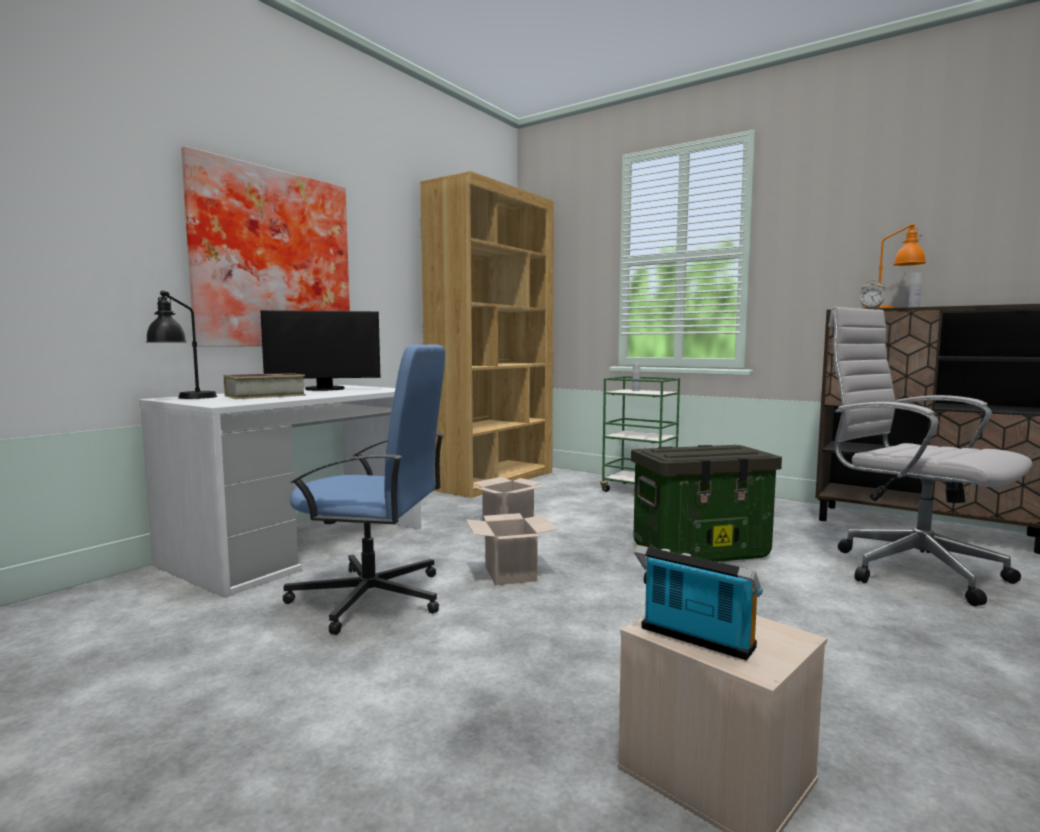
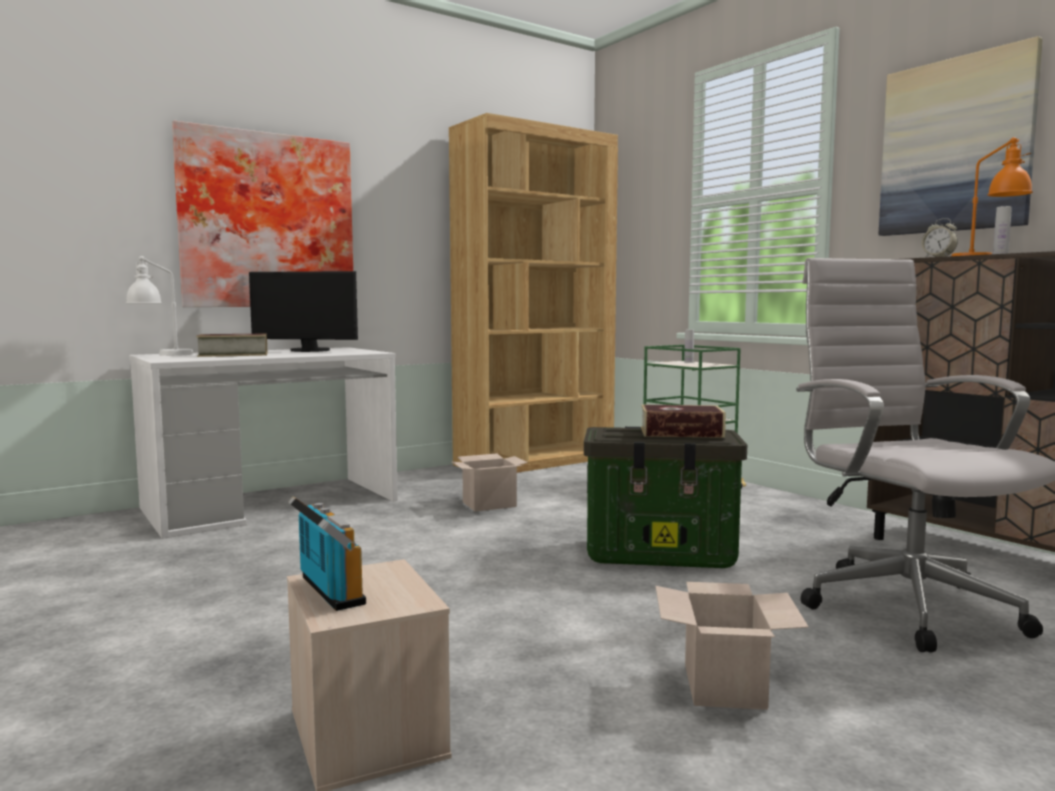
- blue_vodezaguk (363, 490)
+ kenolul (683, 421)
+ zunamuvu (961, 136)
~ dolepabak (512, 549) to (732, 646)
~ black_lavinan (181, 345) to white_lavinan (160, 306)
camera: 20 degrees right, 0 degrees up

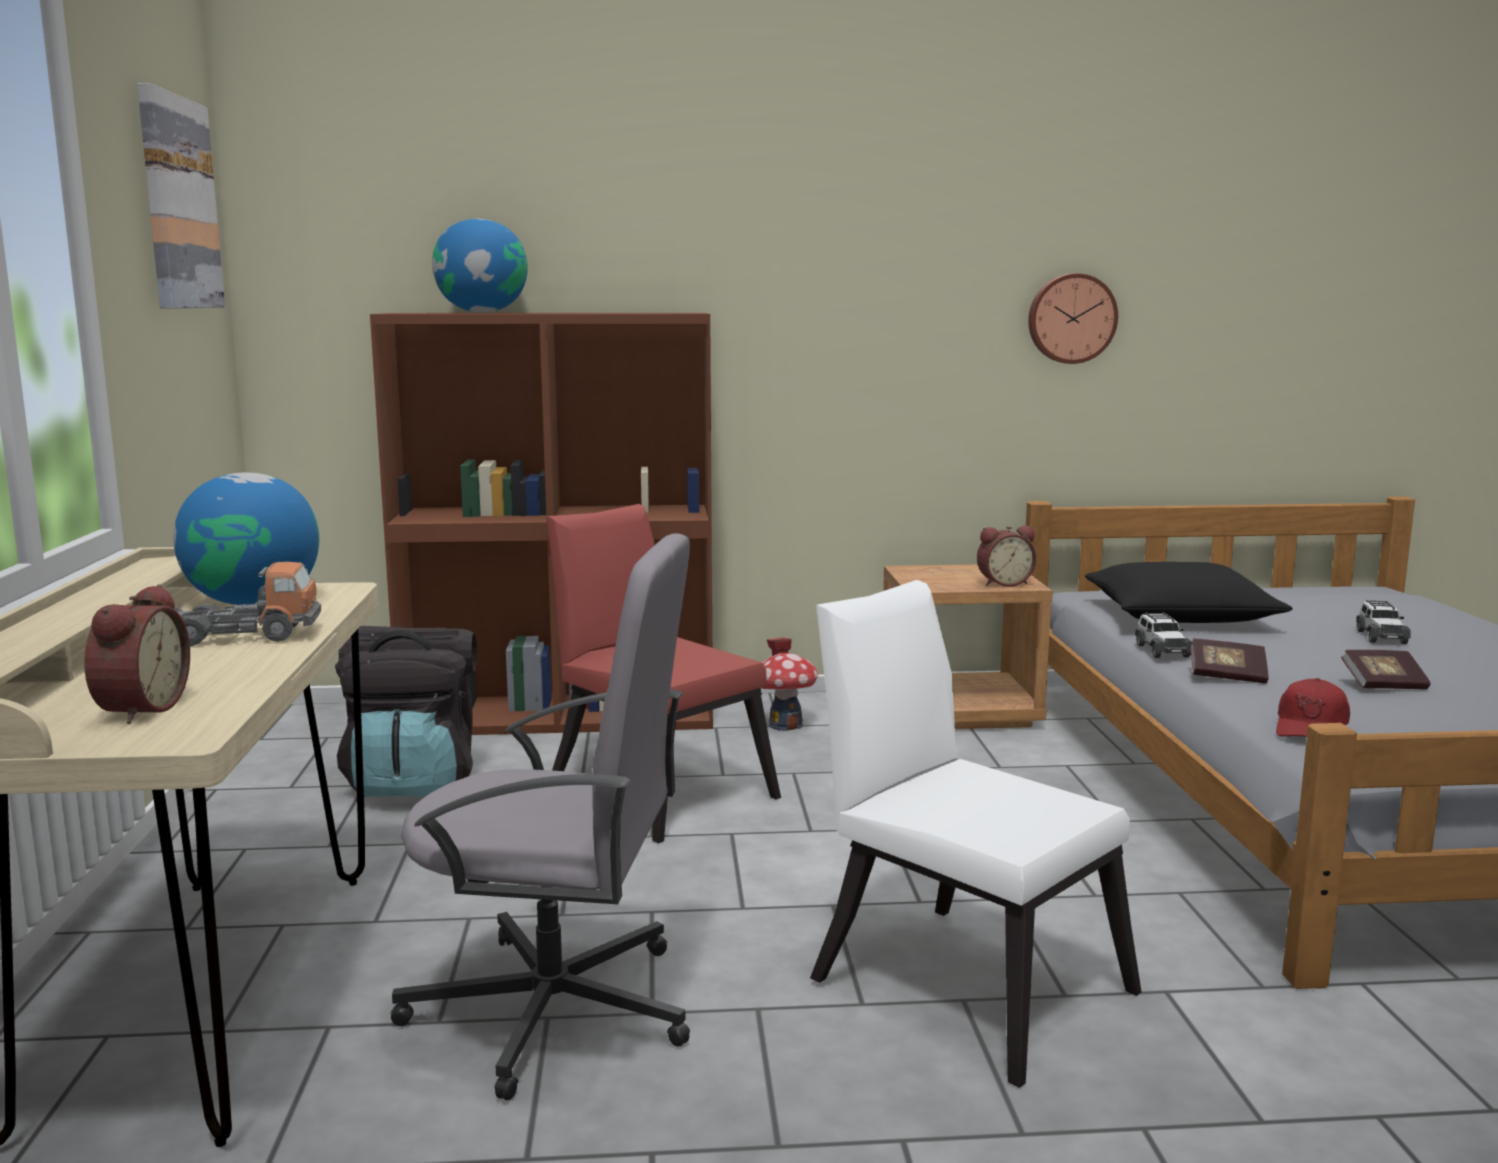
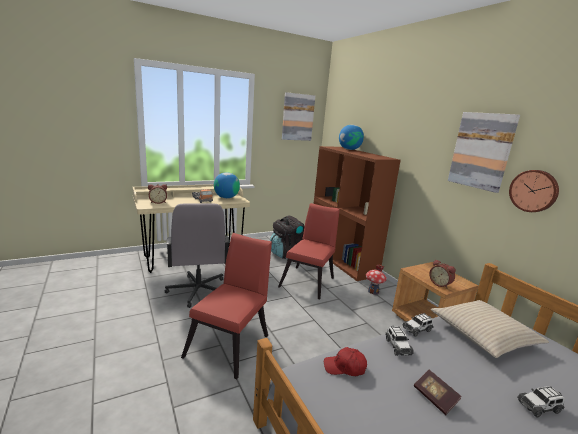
+ zunamuvu (484, 152)
~ kenolul (1229, 661) to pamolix (399, 341)
~ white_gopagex (975, 834) to red_gopagex (226, 306)
~ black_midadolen (1188, 592) to beige_midadolen (490, 329)
camera: 65 degrees right, 5 degrees up

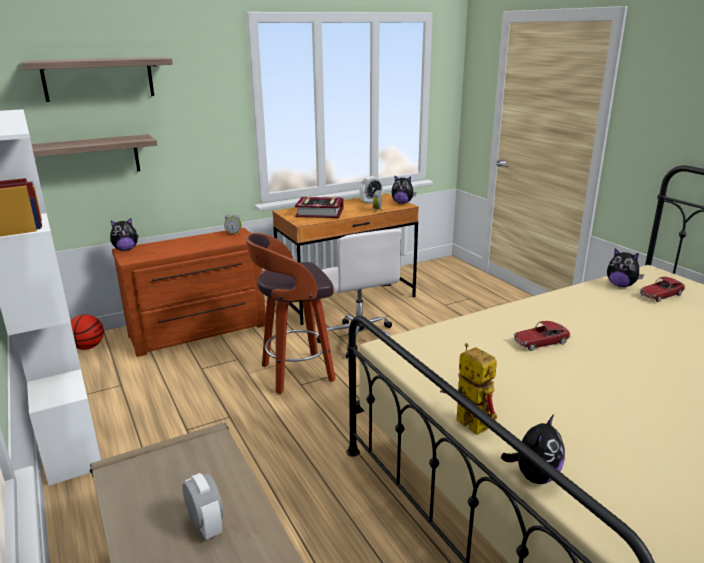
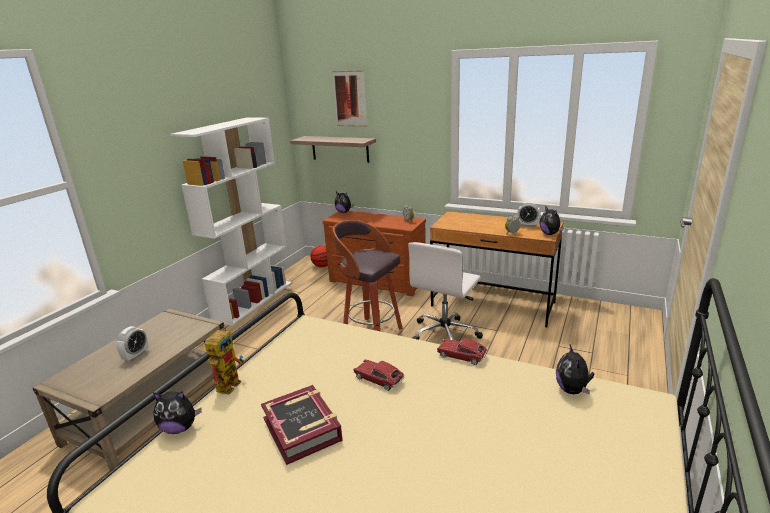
~ kenolul (319, 207) to (302, 425)
~ pamolix (662, 289) to (462, 351)
~ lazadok (97, 79) to zunamuvu (349, 98)
camera: 55 degrees right, 0 degrees up

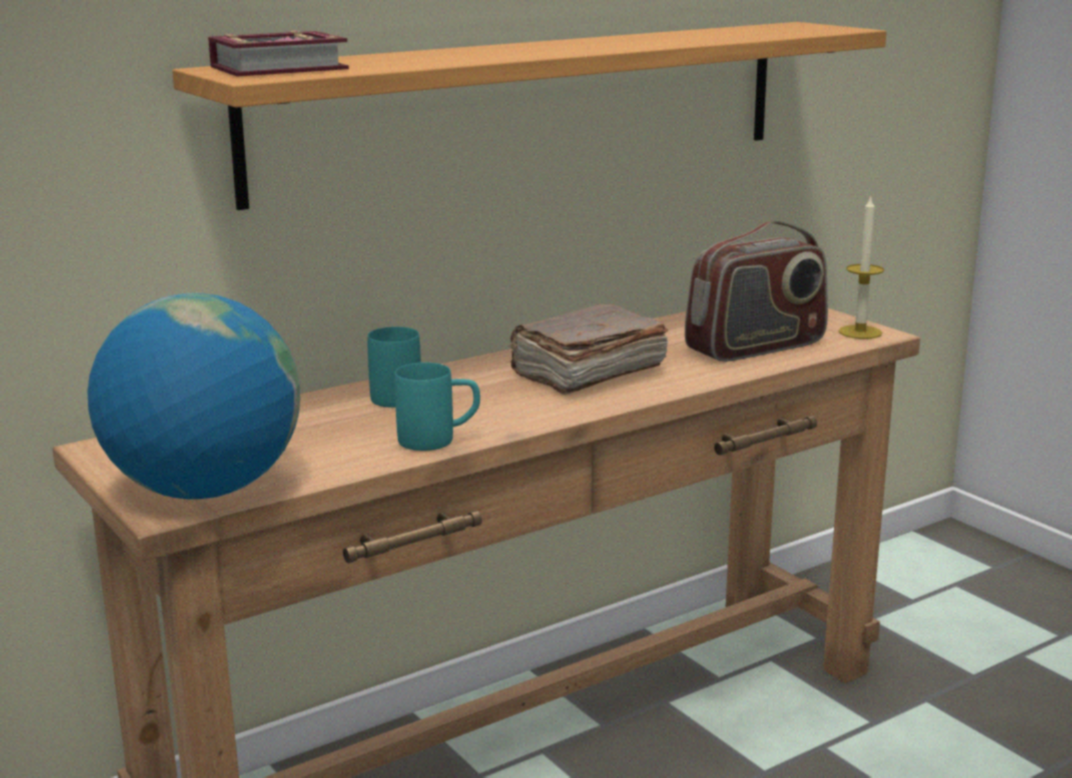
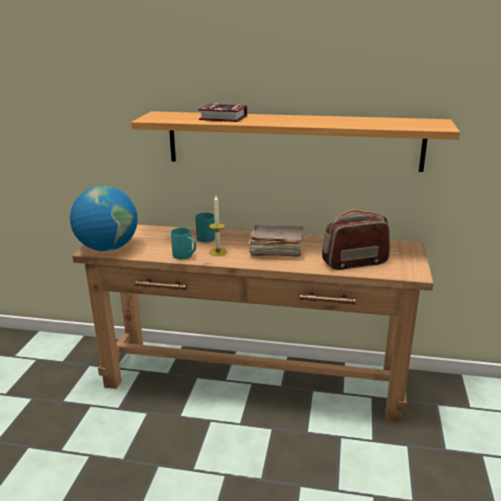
~ kenolul (278, 53) to (222, 112)
~ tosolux (861, 267) to (218, 226)
~ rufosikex (756, 291) = (356, 239) 150 degrees clockwise
camera: 45 degrees right, 5 degrees up

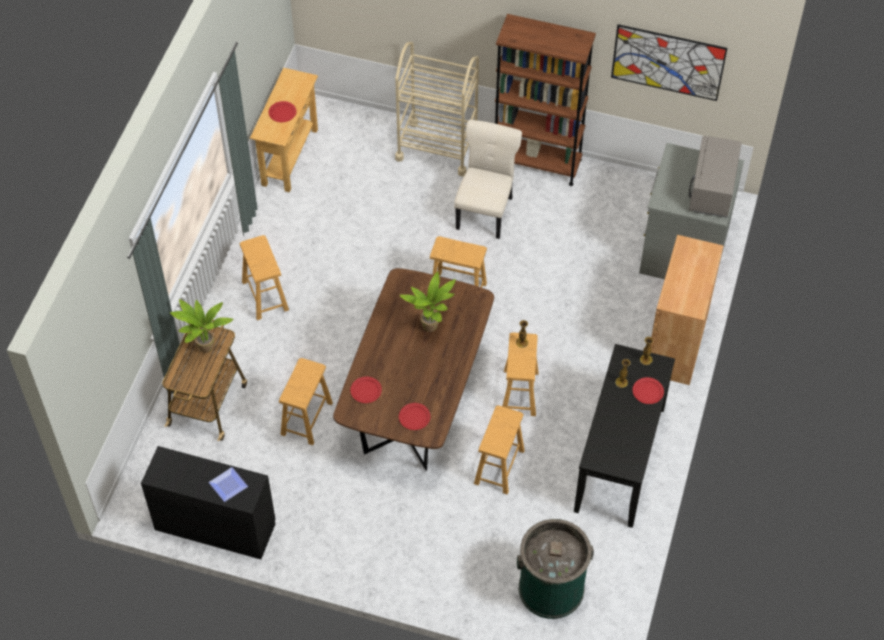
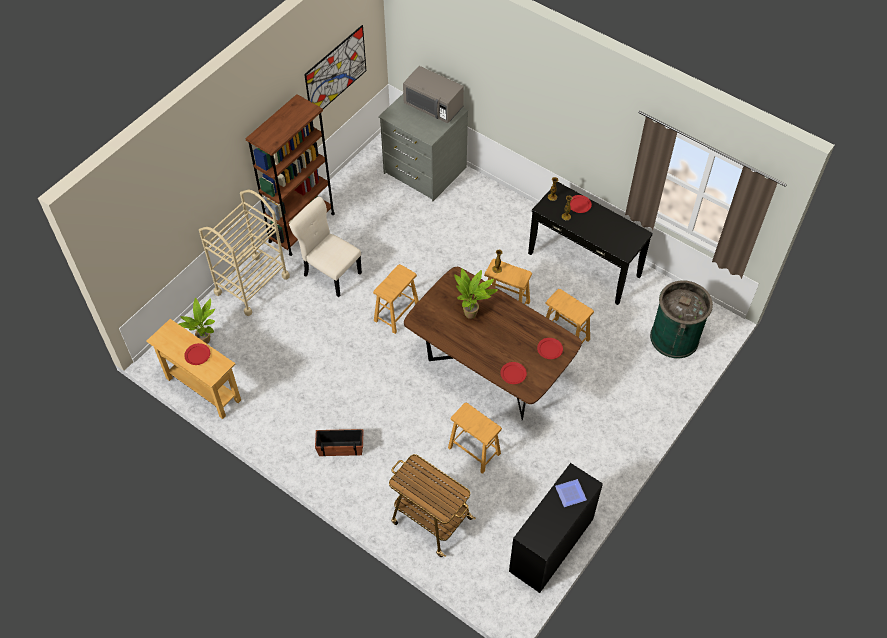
- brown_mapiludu (687, 310)
~ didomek (201, 326) to (197, 321)
~ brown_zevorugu (264, 277) to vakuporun (339, 442)
camera: 70 degrees left, 0 degrees up

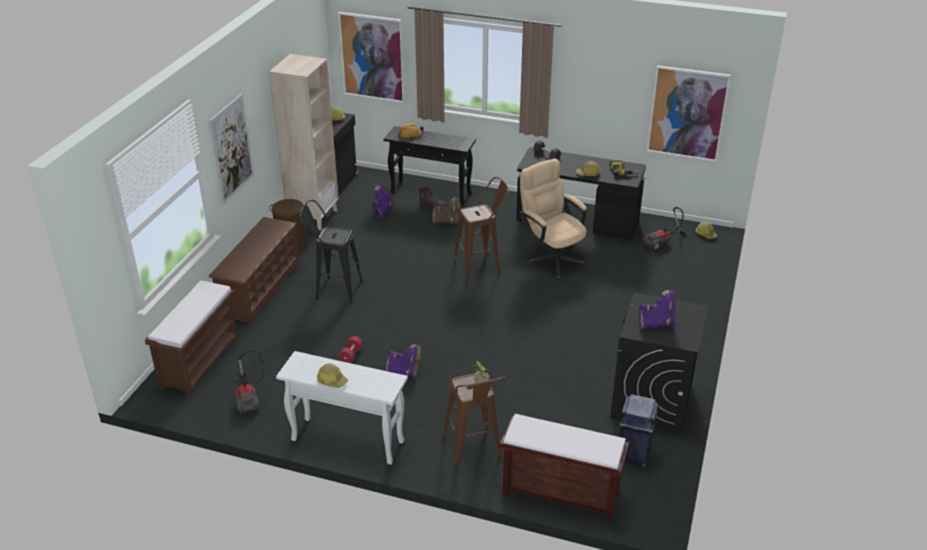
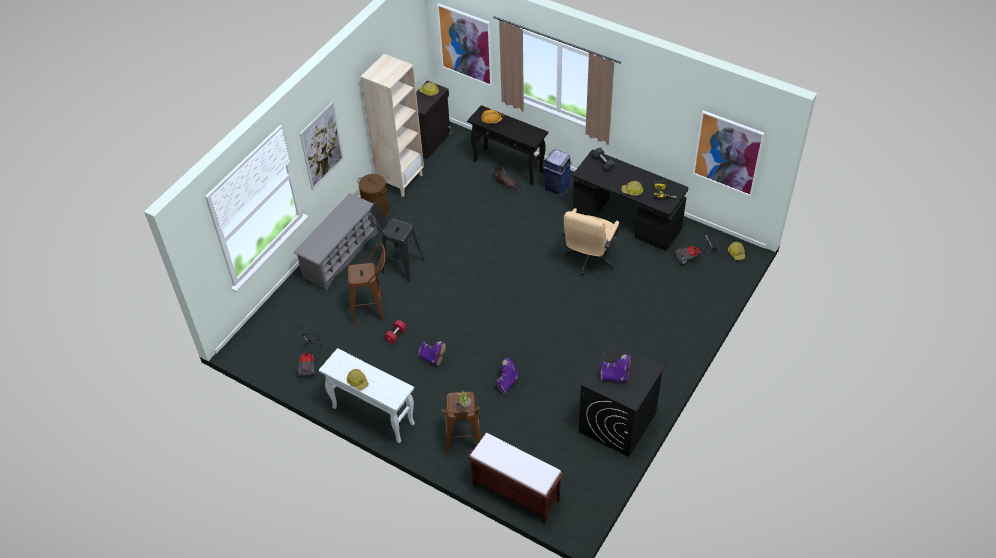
- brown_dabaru (191, 339)
- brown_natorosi (446, 210)
~ purple_natorosi (382, 201) to (508, 376)
~ brown_zevorugu (481, 228) to (366, 283)
~ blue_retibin (638, 431) to (557, 173)
~ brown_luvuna (254, 270) to grey_luvuna (336, 241)
~ beige_vodezaguk (553, 219) = (590, 241) 135 degrees counterclockwise
camera: 15 degrees right, 15 degrees up

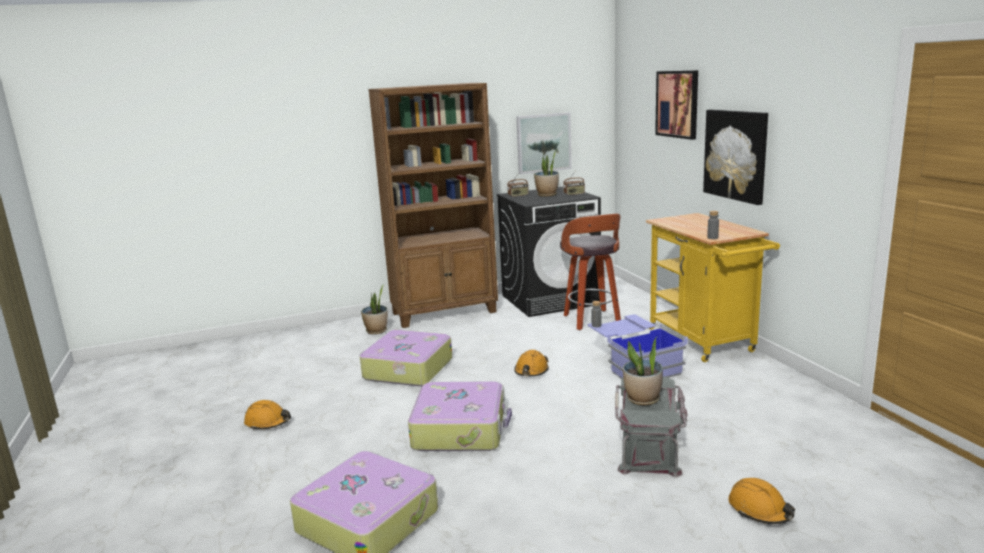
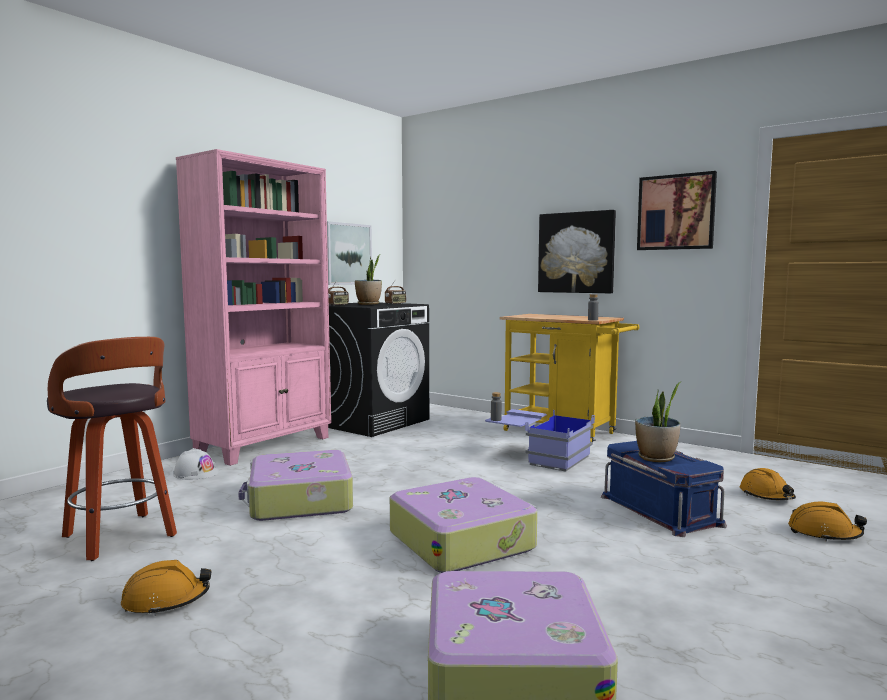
~ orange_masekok (531, 363) to (768, 484)
~ zevorugu (590, 272) to (112, 449)
~ zunamuvu (676, 105) to (677, 210)
~ didomek (374, 309) to white_masekok (196, 463)
~ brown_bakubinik (433, 205) to pink_bakubinik (253, 307)
~ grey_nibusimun (651, 427) to blue_nibusimun (664, 489)
camera: 35 degrees left, 10 degrees down

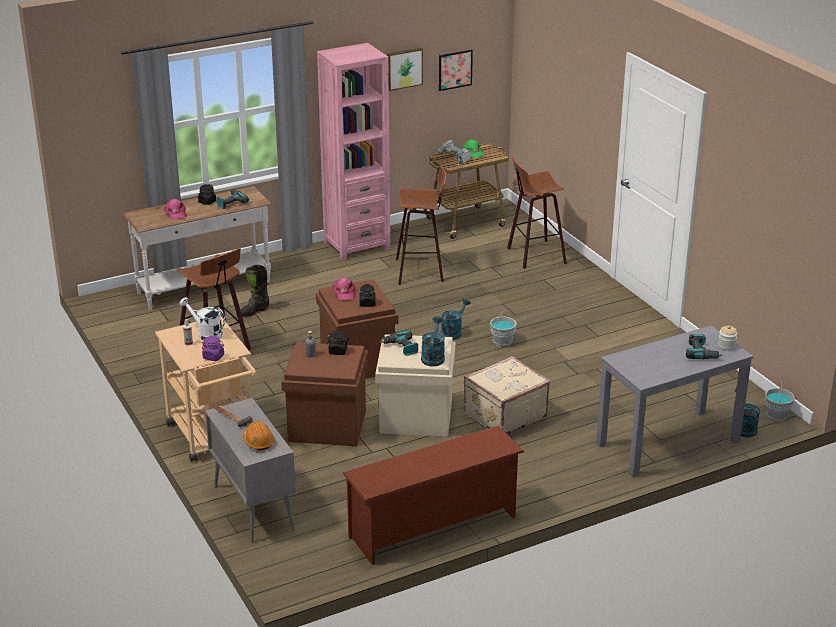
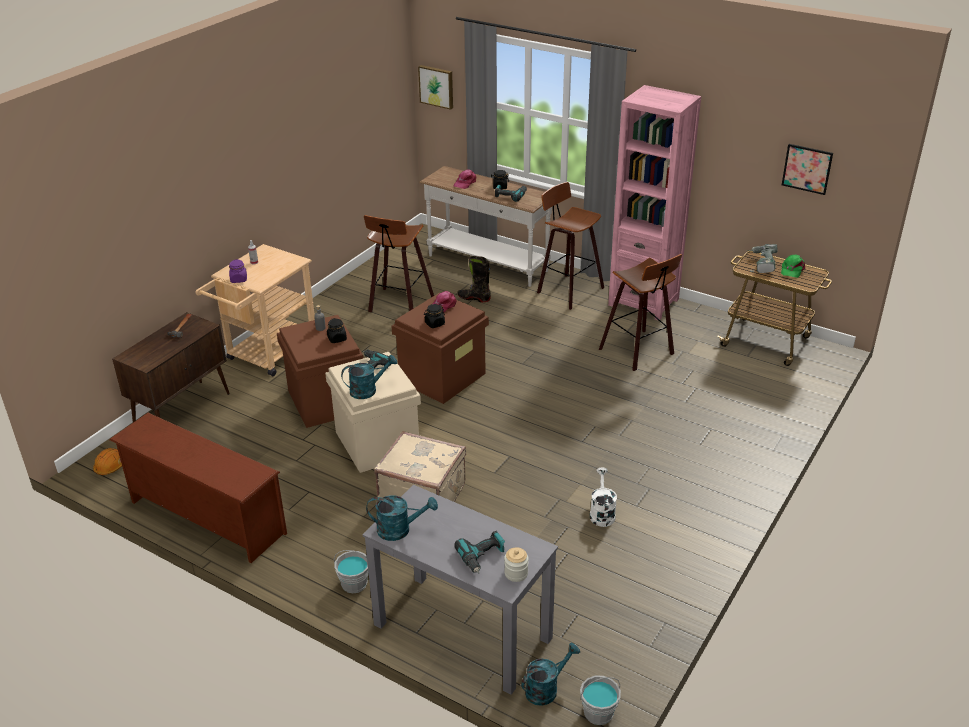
~ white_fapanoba (202, 318) to (603, 497)
~ orange_masekok (259, 436) to (107, 462)
~ zunamuvu (405, 69) to (435, 87)
~ turquoise_fapanoba (456, 319) to (402, 518)
~ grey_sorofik (503, 328) to (351, 571)
~ zevorugu (537, 212) to (570, 246)
~ grey_mapiludu (250, 470) to brown_mapiludu (171, 367)
camera: 60 degrees right, 5 degrees up

